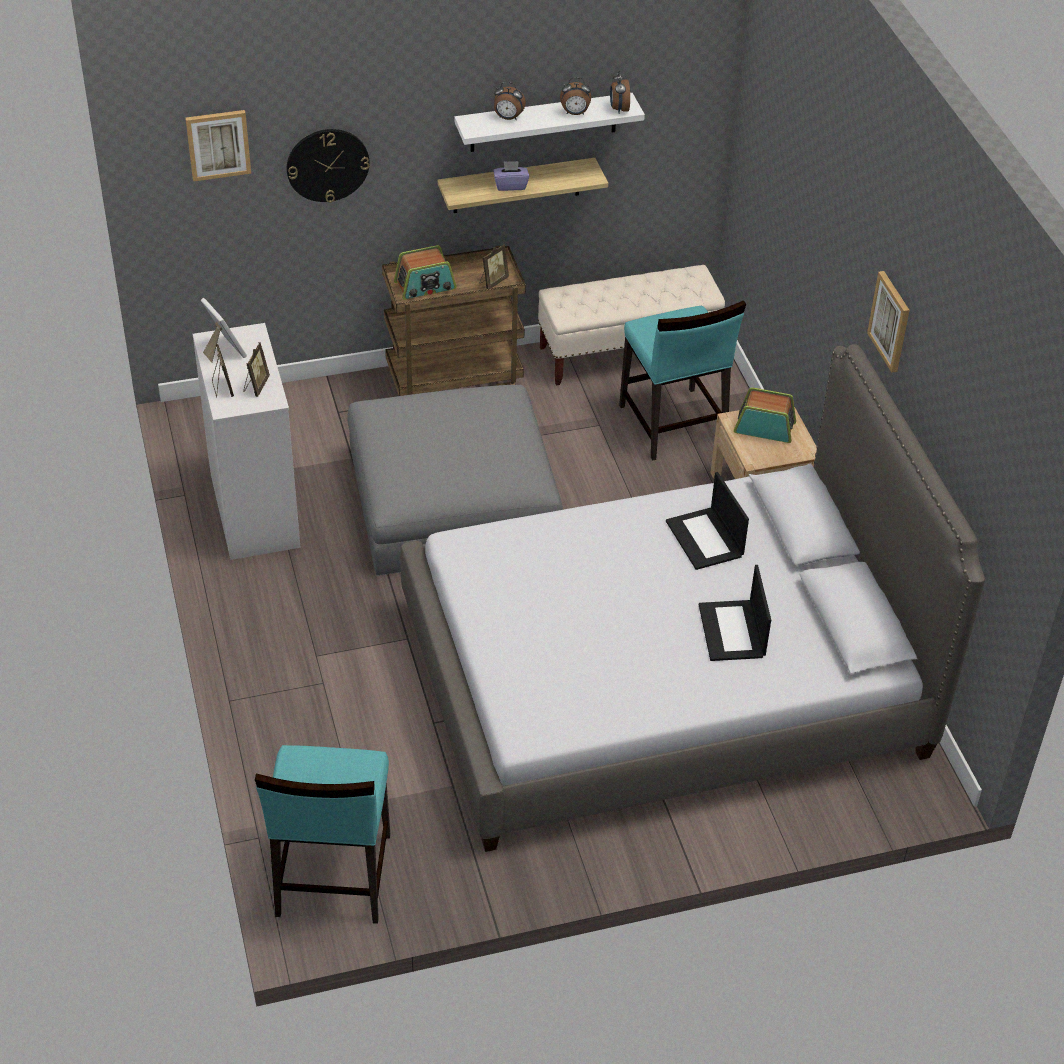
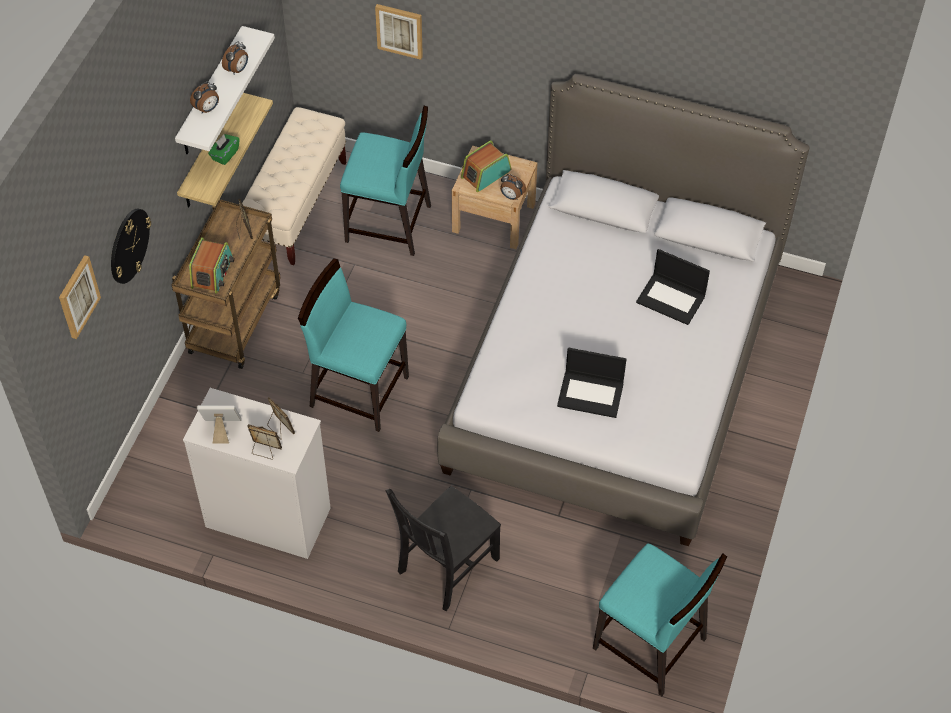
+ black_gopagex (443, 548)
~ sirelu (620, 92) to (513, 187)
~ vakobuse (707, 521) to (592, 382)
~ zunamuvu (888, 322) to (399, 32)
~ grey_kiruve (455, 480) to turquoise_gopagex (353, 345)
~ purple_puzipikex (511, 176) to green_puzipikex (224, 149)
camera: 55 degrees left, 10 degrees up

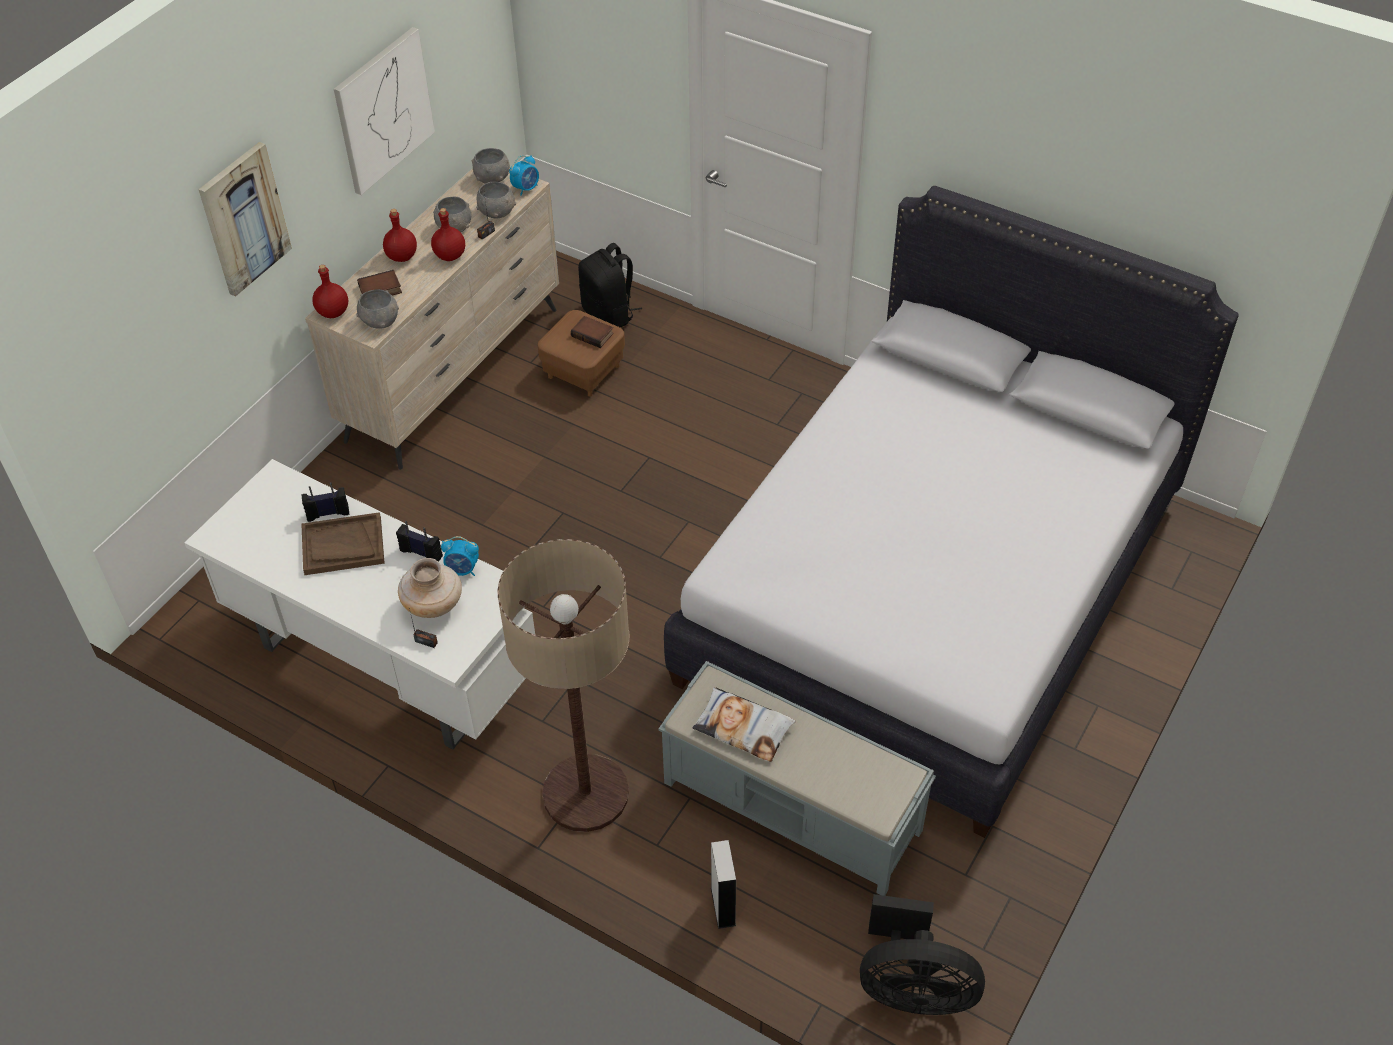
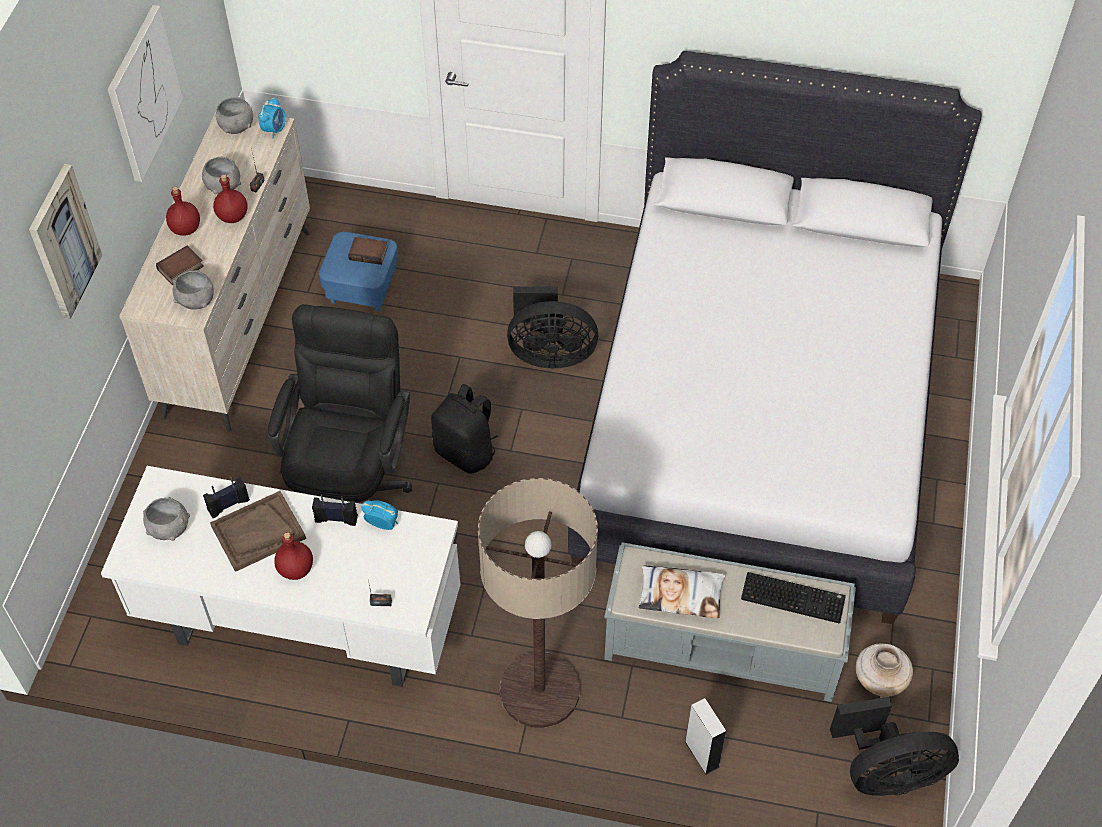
+ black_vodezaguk (340, 403)
+ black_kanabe (552, 327)
+ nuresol (793, 598)
~ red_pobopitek (330, 291) to (293, 556)
~ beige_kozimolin (430, 588) to (884, 670)
~ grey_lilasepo (496, 200) to (166, 519)
~ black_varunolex (610, 285) to (464, 429)
~ brown_kiruve (581, 353) to blue_kiruve (358, 272)
~ sirelu (460, 556) = (380, 515) 150 degrees counterclockwise
camera: 20 degrees left, 5 degrees up

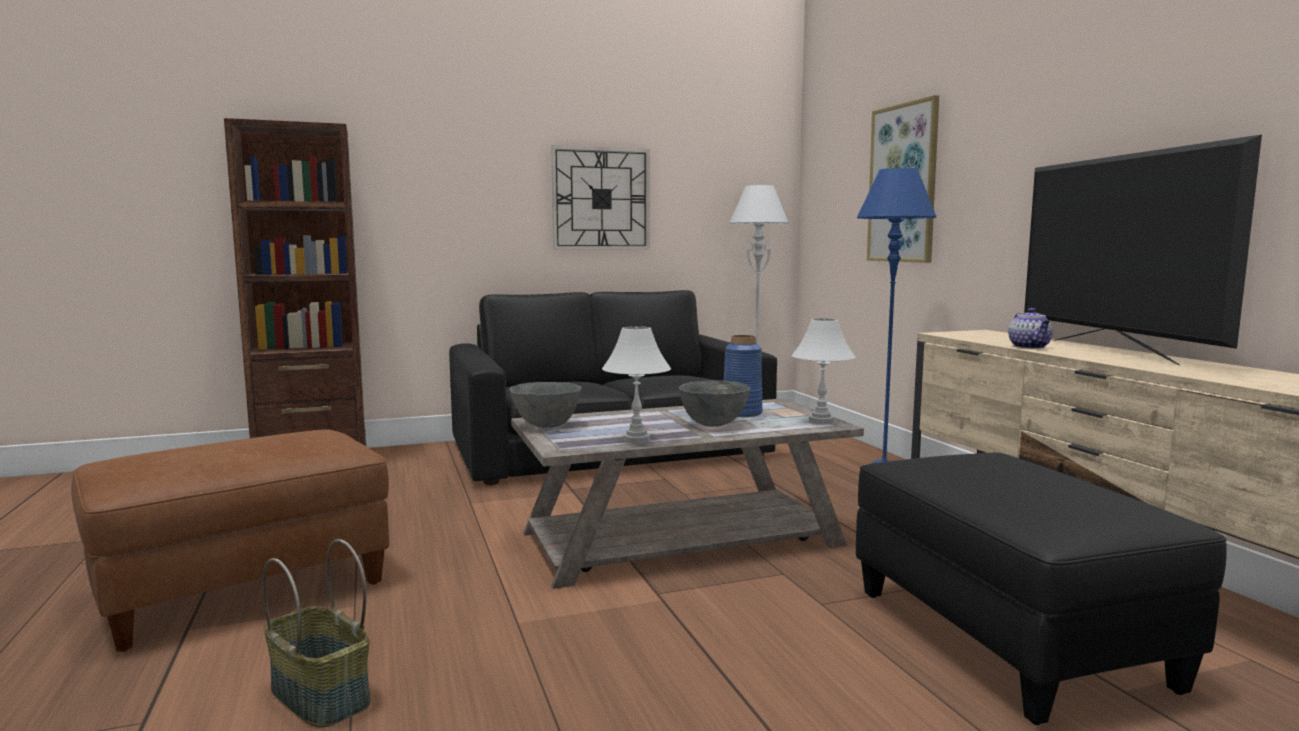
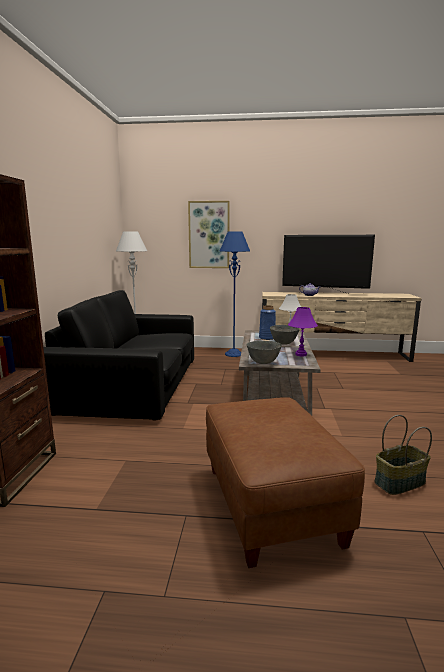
- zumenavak (600, 197)
- black_kiruve (1041, 588)
~ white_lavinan (636, 385) to purple_lavinan (303, 331)
camera: 65 degrees left, 5 degrees up

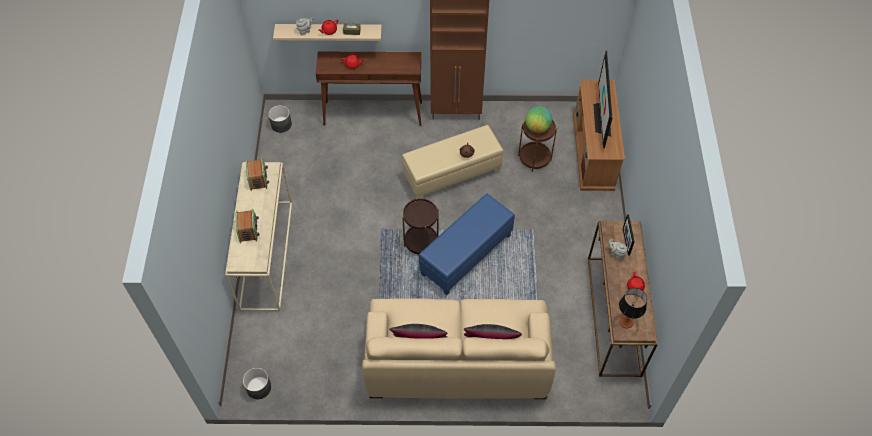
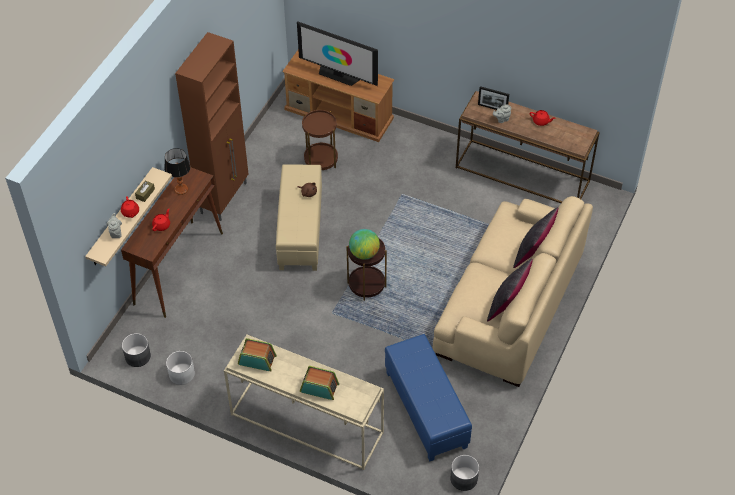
+ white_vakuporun (180, 368)
~ blue_kiruve (467, 244) to (428, 397)
~ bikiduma (538, 119) to (364, 244)
~ lavinan (633, 308) to (177, 171)
camera: 65 degrees left, 5 degrees down

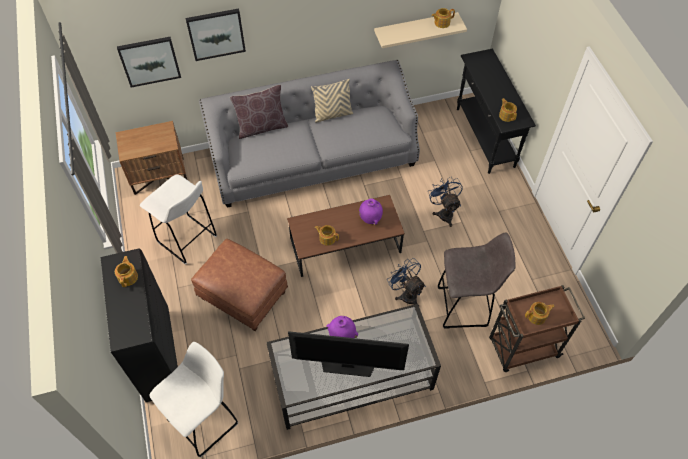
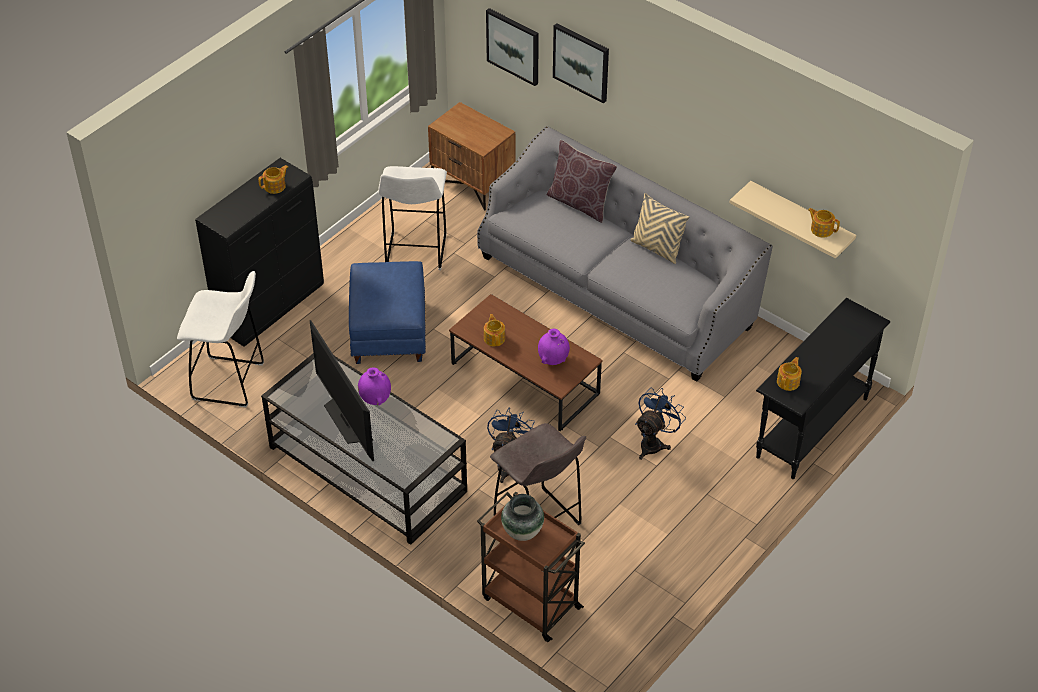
~ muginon (540, 313) to kozimolin (522, 517)
~ brown_kiruve (239, 285) to blue_kiruve (387, 312)
camera: 55 degrees right, 10 degrees down

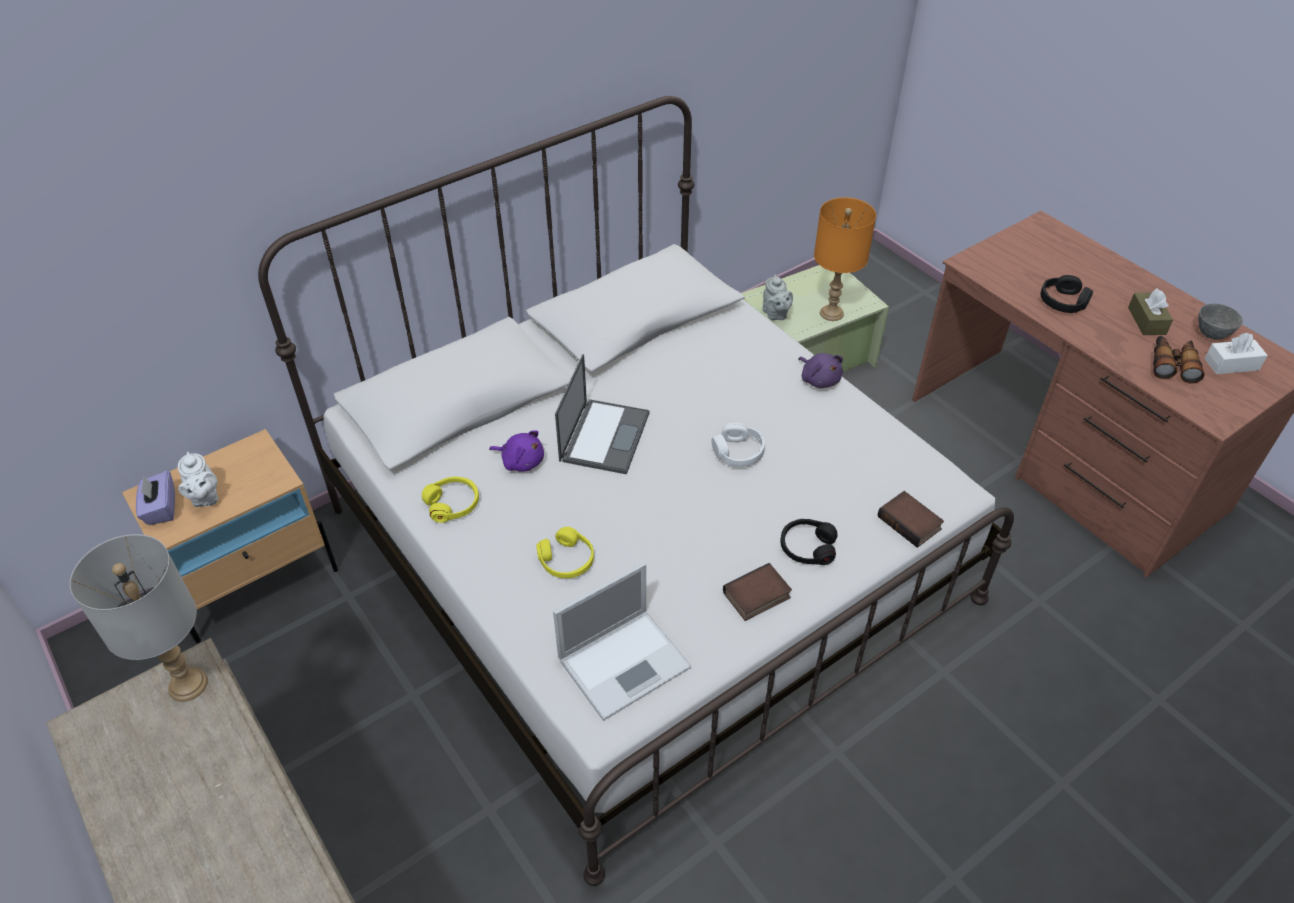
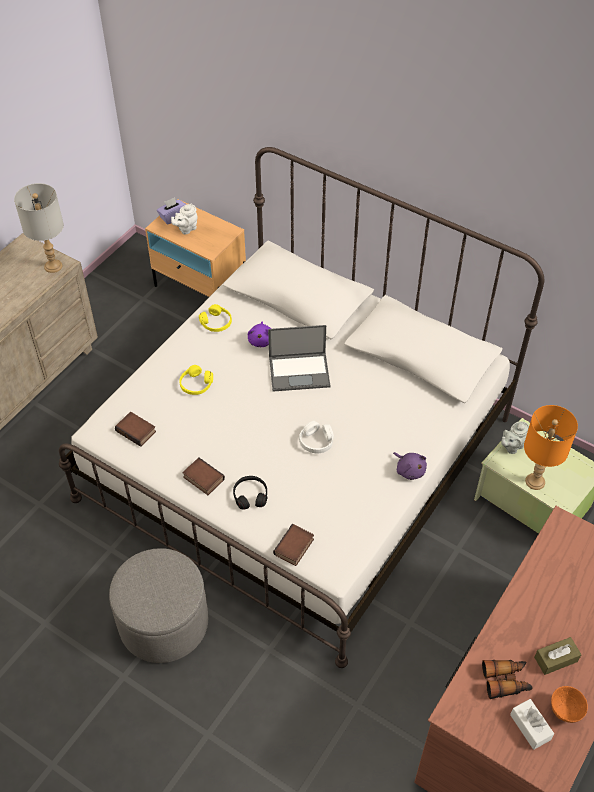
- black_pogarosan (1066, 294)
+ grey_kiruve (158, 605)
~ vakobuse (622, 641) to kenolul (135, 429)
~ grey_lilasepo (1220, 321) to orange_lilasepo (569, 704)
~ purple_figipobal (820, 370) = (410, 466) 75 degrees counterclockwise
camera: 70 degrees right, 5 degrees up

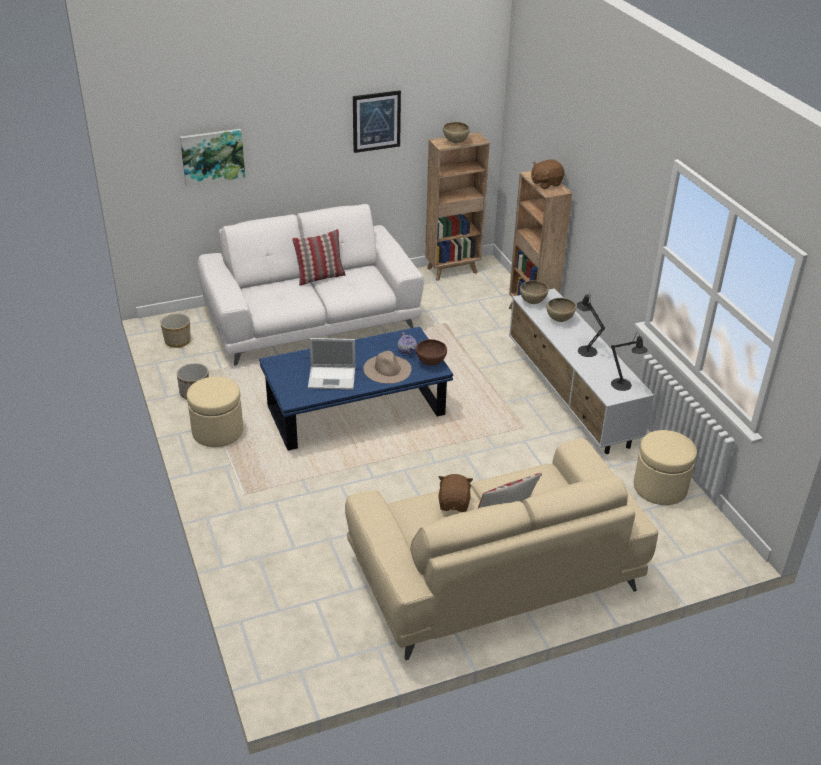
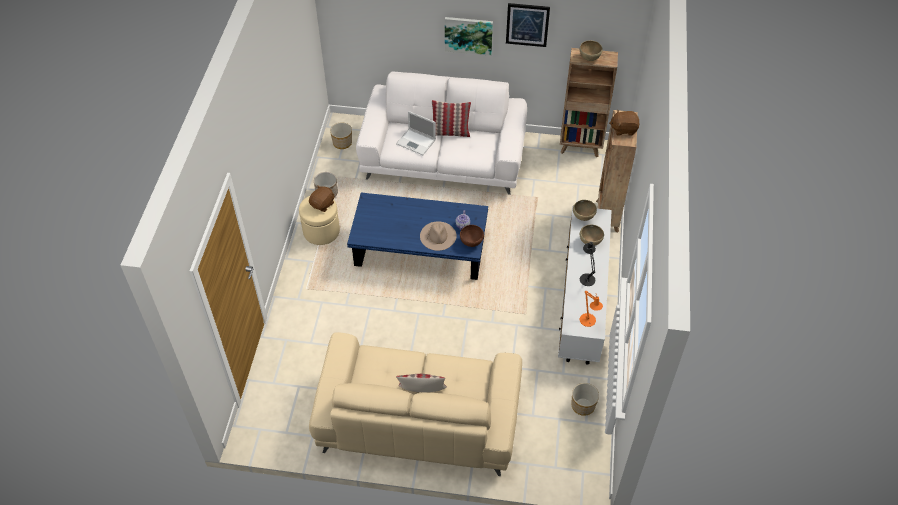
~ zunamuvu (212, 158) to (469, 36)
~ vakobuse (331, 364) to (416, 133)
~ brown_figipobal (455, 493) to (322, 198)
~ beige_kiruve (665, 467) to vakuporun (585, 399)
~ black_lavinan (629, 361) to orange_lavinan (591, 309)
camera: 30 degrees right, 15 degrees up

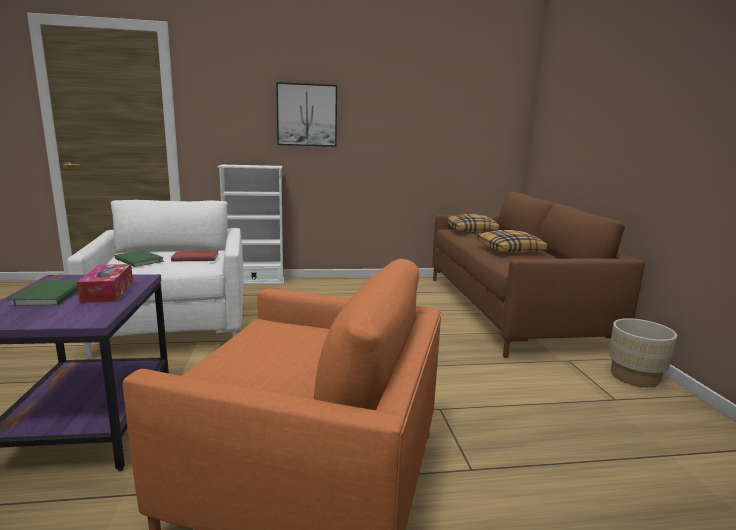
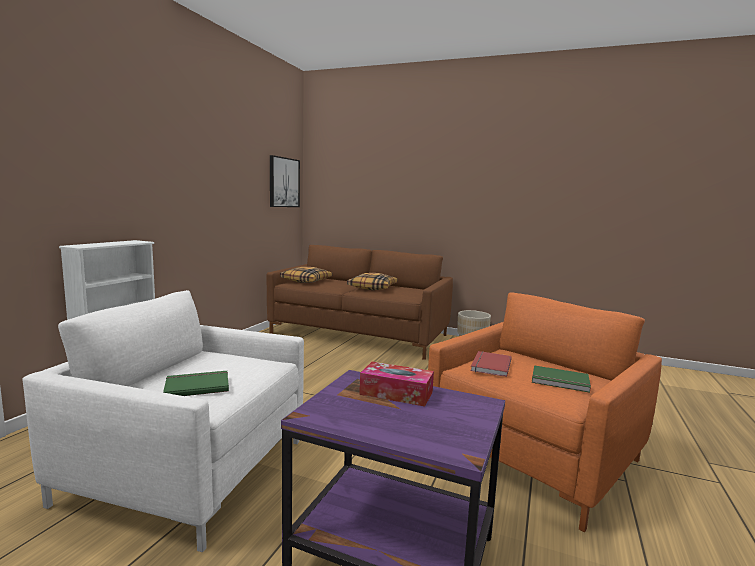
~ green_kenolul (43, 293) to (561, 379)
~ red_kenolul (194, 256) to (491, 364)
~ zunamuvu (306, 114) to (285, 181)
camera: 60 degrees left, 5 degrees down

